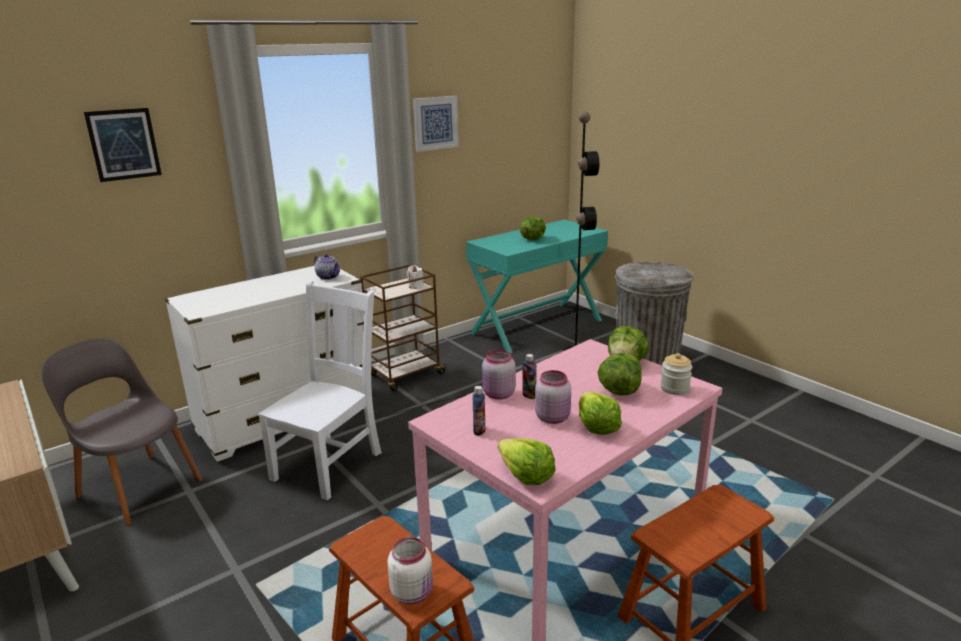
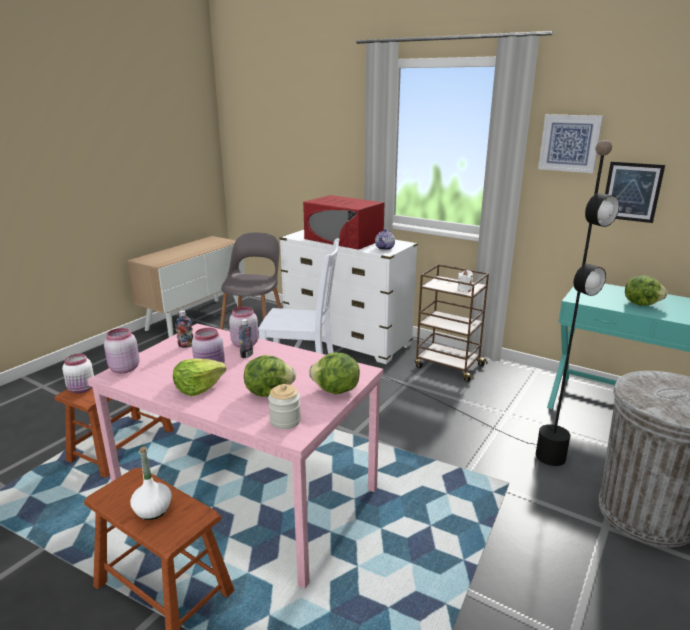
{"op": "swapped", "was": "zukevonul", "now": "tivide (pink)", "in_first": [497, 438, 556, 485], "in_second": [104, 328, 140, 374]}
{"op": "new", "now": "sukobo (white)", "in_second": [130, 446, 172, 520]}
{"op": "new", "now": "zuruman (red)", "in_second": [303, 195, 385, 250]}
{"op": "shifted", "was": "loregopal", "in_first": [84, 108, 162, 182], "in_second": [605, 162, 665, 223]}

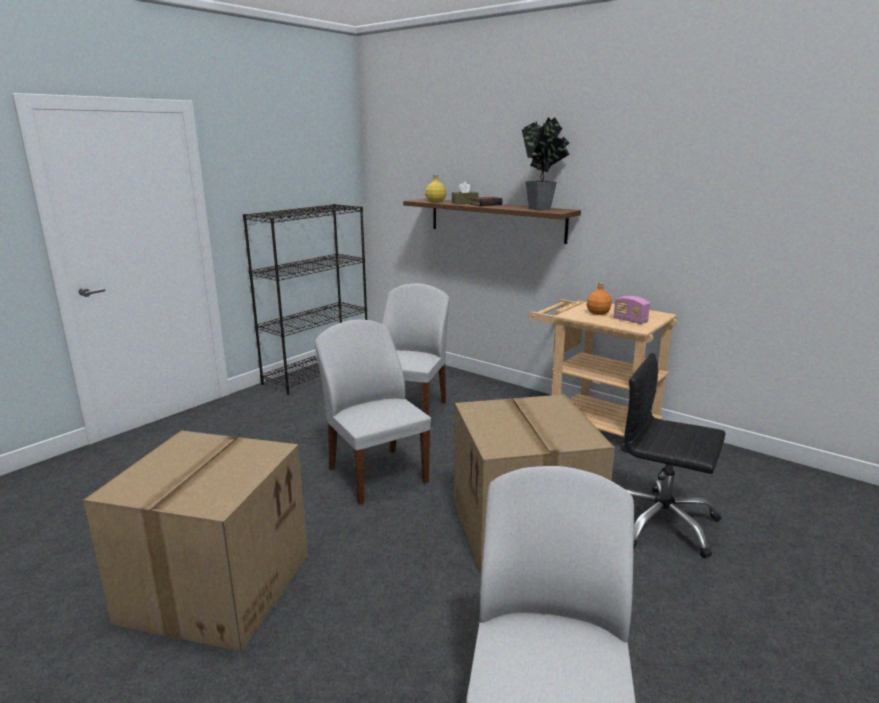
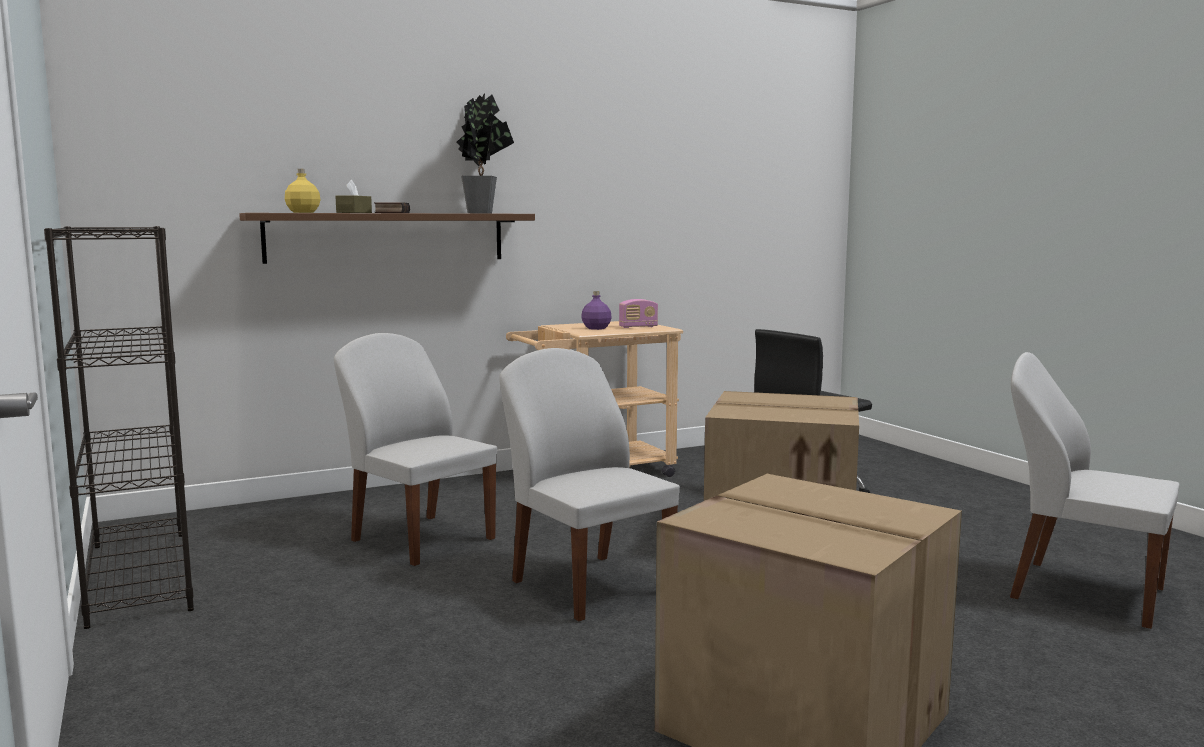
{"op": "rotated", "was": "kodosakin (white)", "in_first": [315, 320, 431, 504], "in_second": [499, 348, 680, 621], "clockwise": 60}
{"op": "repainted", "was": "sukobo (orange)", "now": "sukobo (purple)", "in_first": [587, 283, 612, 315], "in_second": [581, 291, 612, 330]}

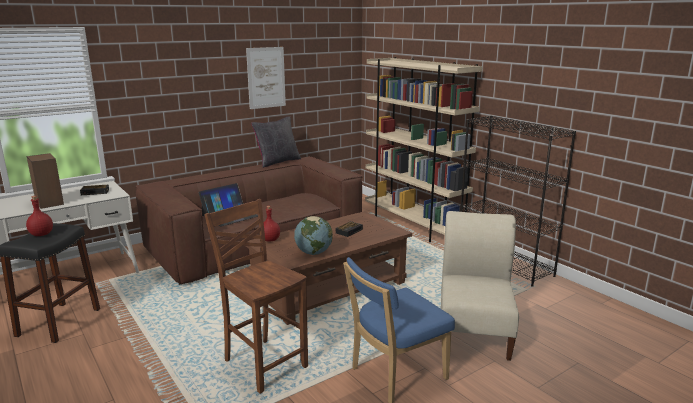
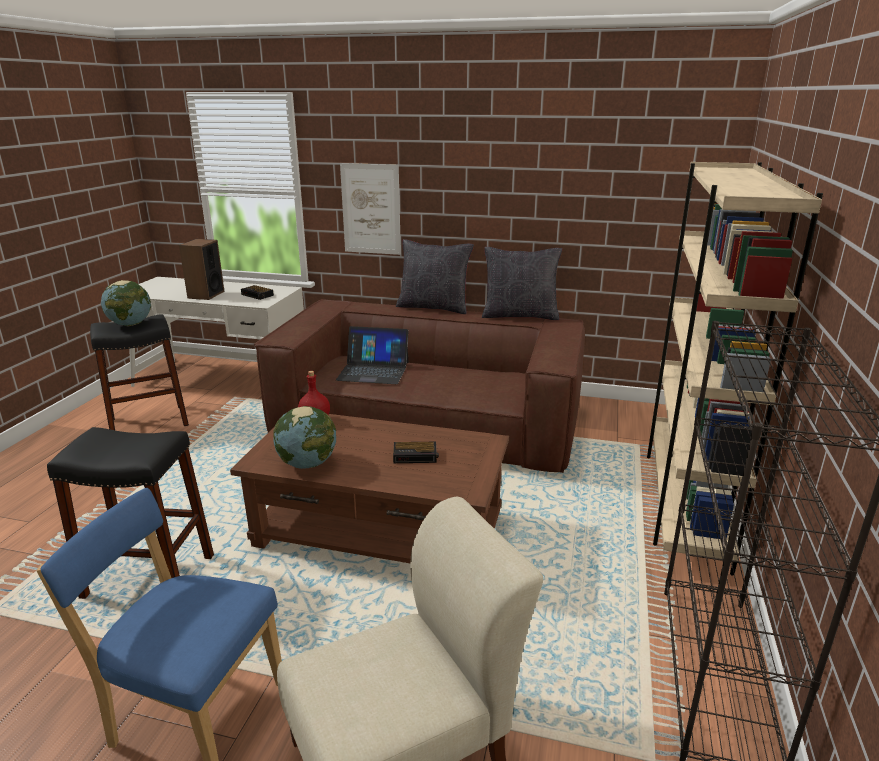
{"op": "swapped", "was": "kodosakin (brown)", "now": "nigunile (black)", "in_first": [205, 199, 308, 394], "in_second": [47, 427, 214, 599]}
{"op": "swapped", "was": "sukobo (red)", "now": "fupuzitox", "in_first": [26, 196, 53, 236], "in_second": [101, 280, 152, 326]}
{"op": "shifted", "was": "loregopal", "in_first": [246, 47, 286, 109], "in_second": [340, 163, 401, 255]}
{"op": "new", "now": "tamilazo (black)", "in_second": [396, 239, 474, 314]}

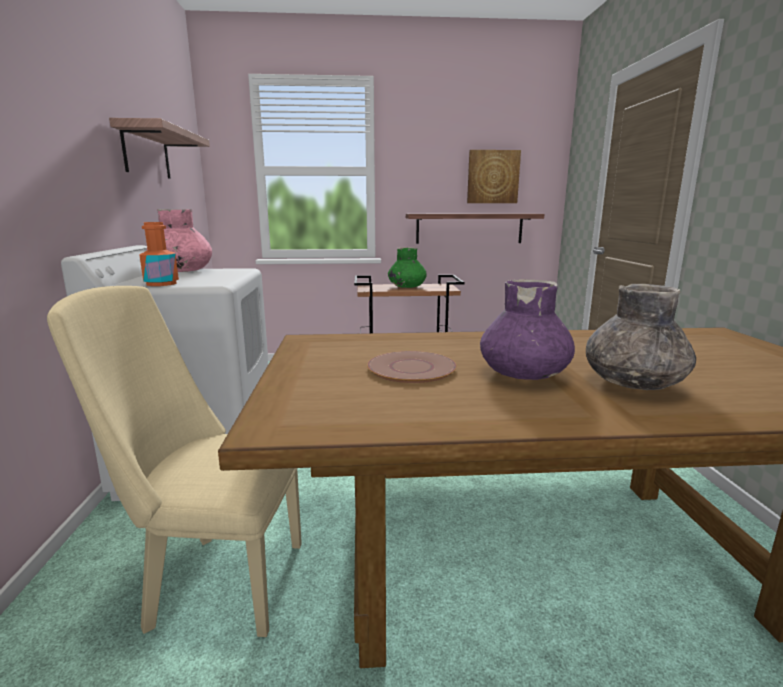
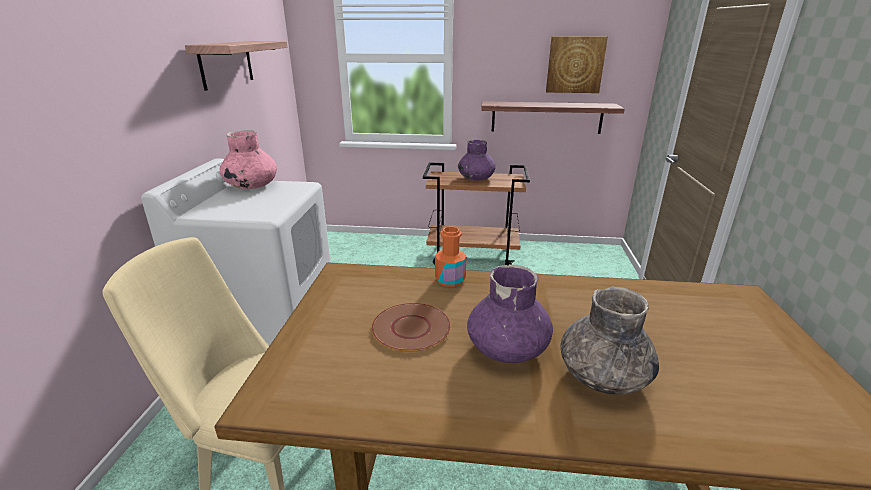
{"op": "shifted", "was": "sukobo (orange)", "in_first": [139, 222, 179, 286], "in_second": [435, 227, 467, 287]}
{"op": "repainted", "was": "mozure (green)", "now": "mozure (purple)", "in_first": [388, 247, 427, 288], "in_second": [458, 139, 496, 180]}

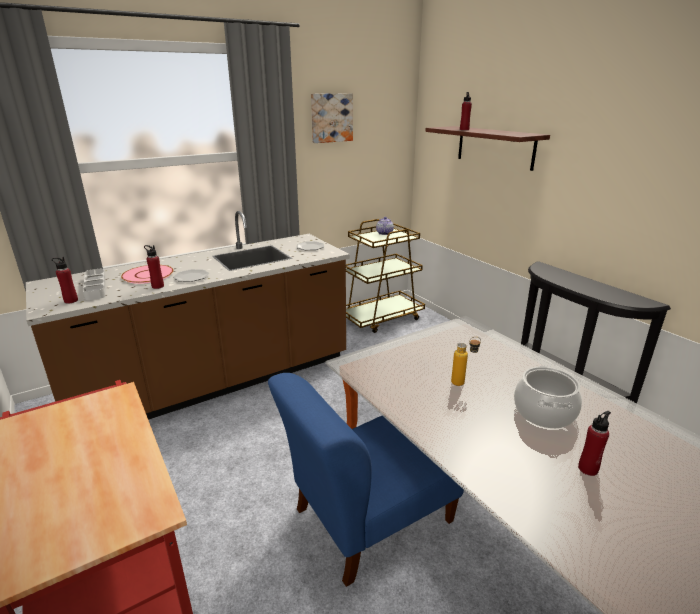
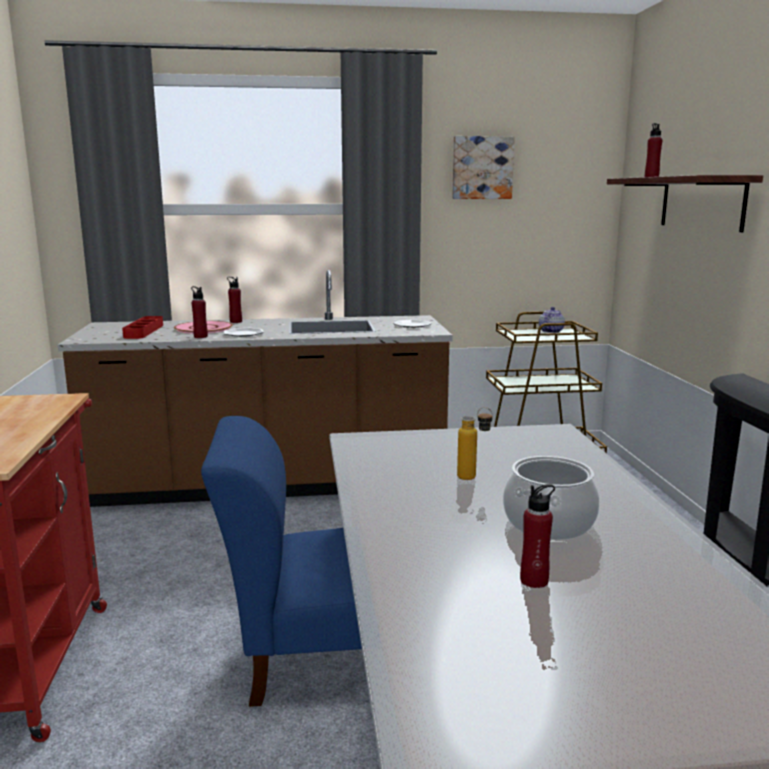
{"op": "repainted", "was": "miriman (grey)", "now": "miriman (red)", "in_first": [83, 269, 106, 300], "in_second": [122, 316, 163, 339]}
{"op": "shifted", "was": "sukobo (red)", "in_first": [52, 257, 78, 303], "in_second": [227, 277, 242, 323]}

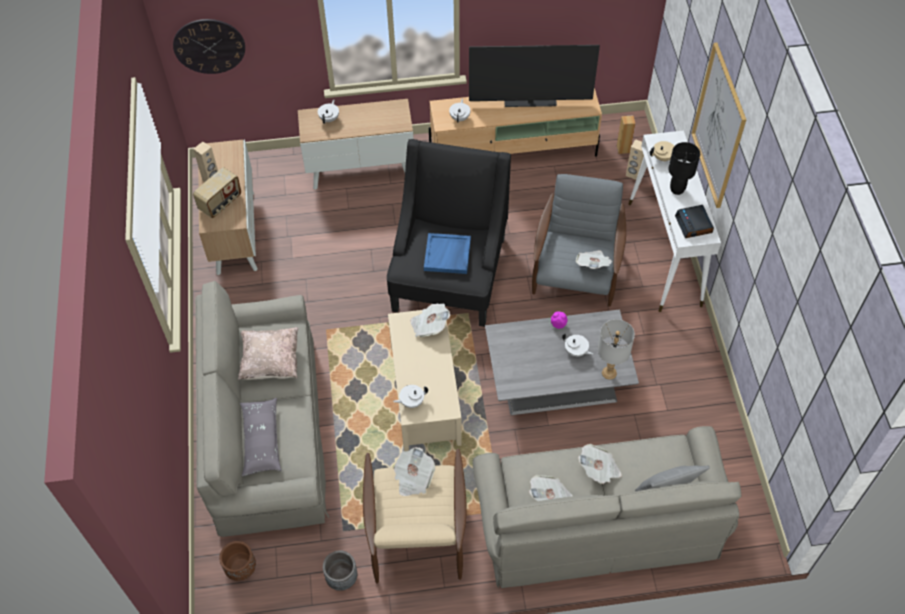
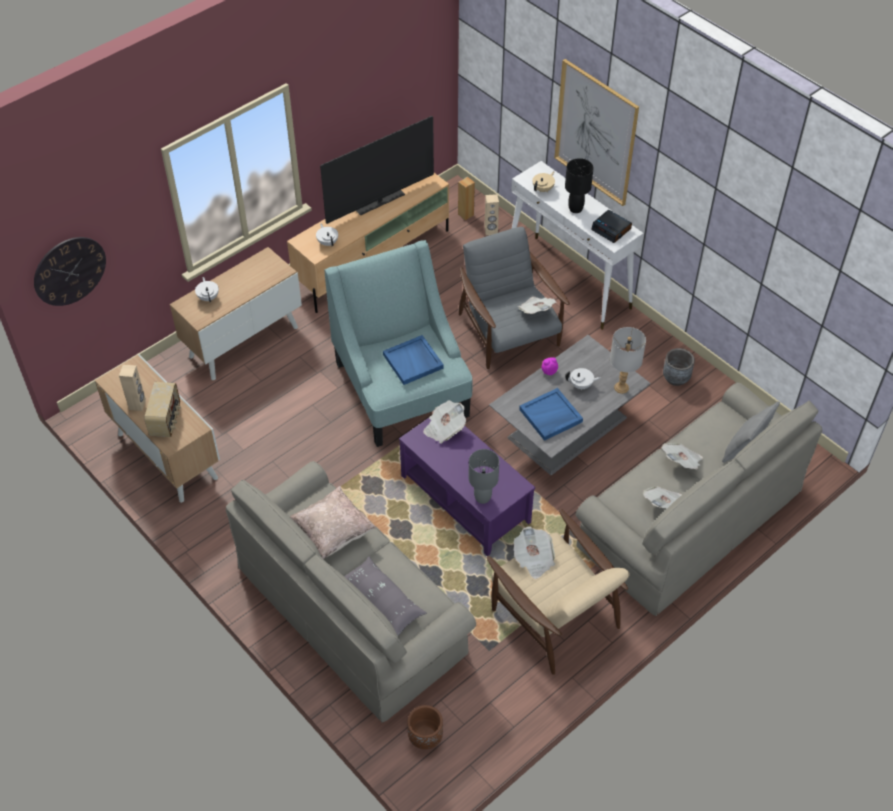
{"op": "repainted", "was": "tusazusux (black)", "now": "tusazusux (turquoise)", "in_first": [387, 139, 511, 327], "in_second": [324, 240, 473, 447]}
{"op": "repainted", "was": "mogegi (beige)", "now": "mogegi (purple)", "in_first": [388, 310, 462, 451], "in_second": [399, 418, 535, 556]}
{"op": "swapped", "was": "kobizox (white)", "now": "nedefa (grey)", "in_first": [393, 385, 428, 408], "in_second": [468, 449, 499, 504]}
{"op": "new", "now": "miriman (blue)", "in_second": [519, 388, 583, 441]}
{"op": "shifted", "was": "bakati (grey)", "in_first": [323, 550, 357, 591], "in_second": [663, 348, 695, 386]}

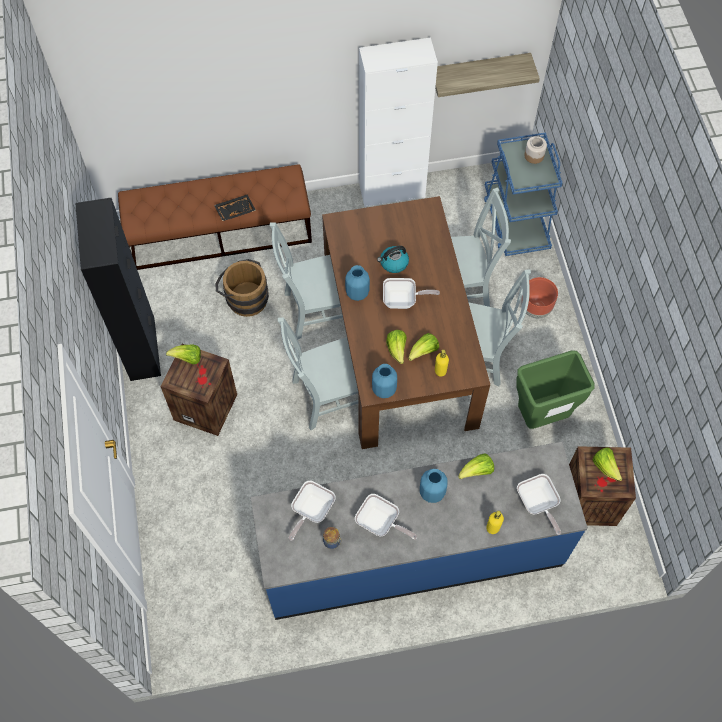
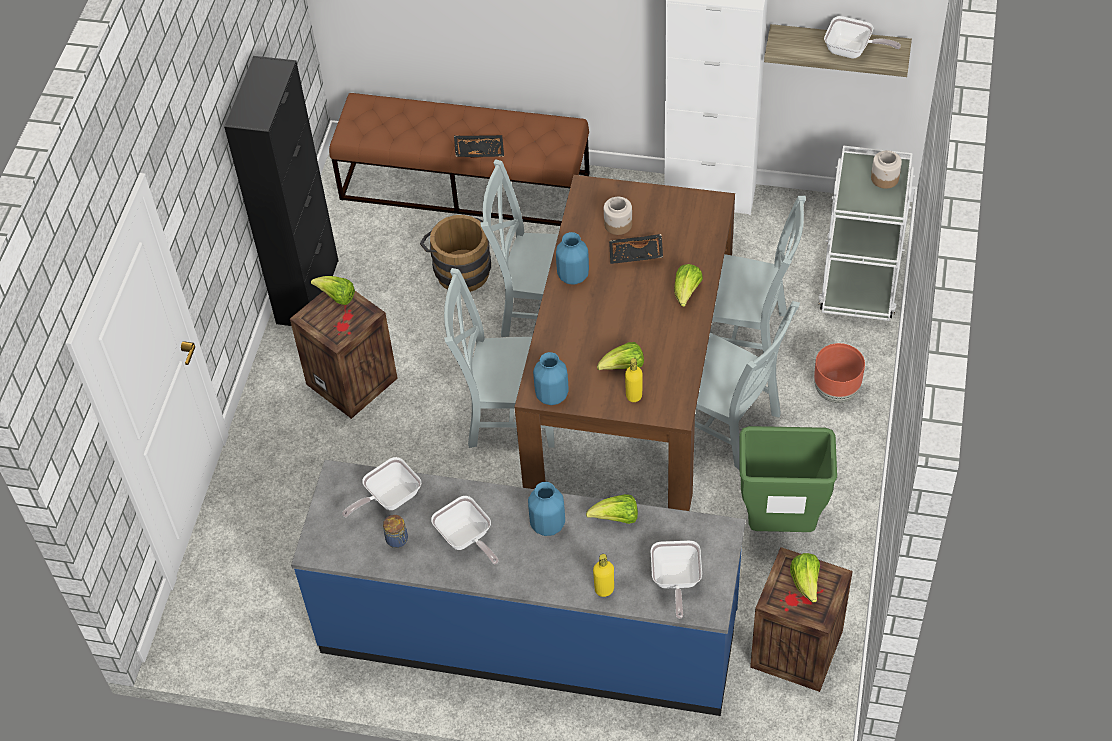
{"op": "new", "now": "tivide", "in_second": [604, 197, 632, 235]}
{"op": "swapped", "was": "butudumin", "now": "miriman (black)", "in_first": [377, 246, 409, 273], "in_second": [609, 234, 663, 264]}
{"op": "shifted", "was": "zukevonul", "in_first": [386, 330, 407, 364], "in_second": [674, 264, 703, 307]}
{"op": "repainted", "was": "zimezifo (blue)", "now": "zimezifo (white)", "in_first": [484, 132, 563, 256], "in_second": [818, 146, 915, 321]}
{"op": "shifted", "was": "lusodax", "in_first": [383, 278, 440, 309], "in_second": [824, 16, 901, 59]}

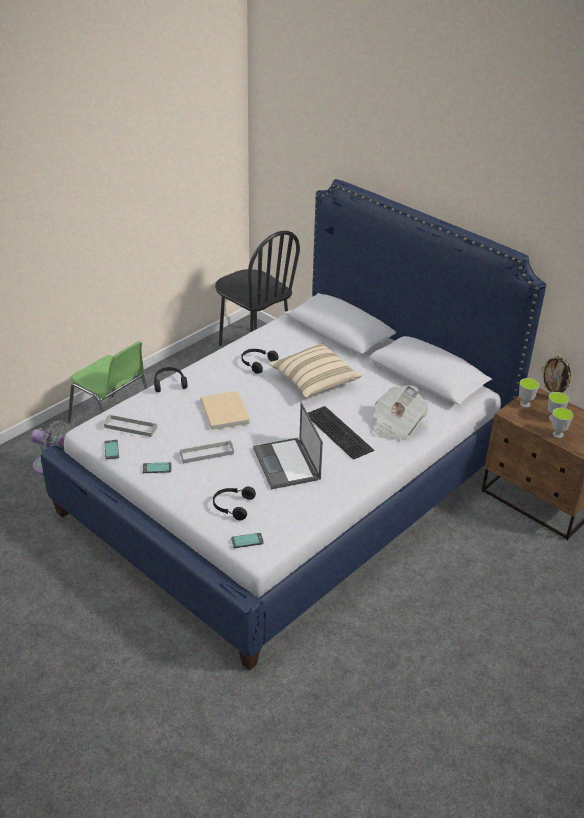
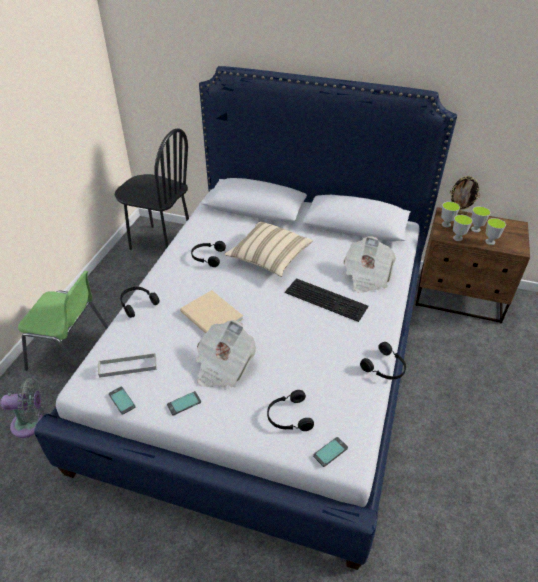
{"op": "swapped", "was": "miriman (grey)", "now": "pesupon", "in_first": [180, 440, 234, 464], "in_second": [196, 320, 256, 388]}
{"op": "new", "now": "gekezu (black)", "in_second": [360, 342, 406, 380]}
{"op": "new", "now": "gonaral", "in_second": [453, 215, 473, 241]}
{"op": "gone", "was": "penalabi", "in_first": [253, 402, 323, 489]}

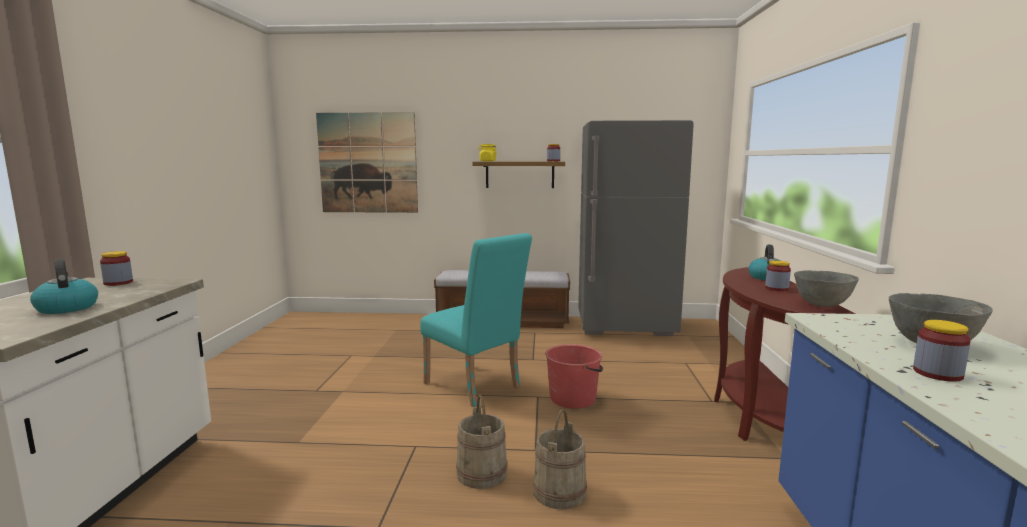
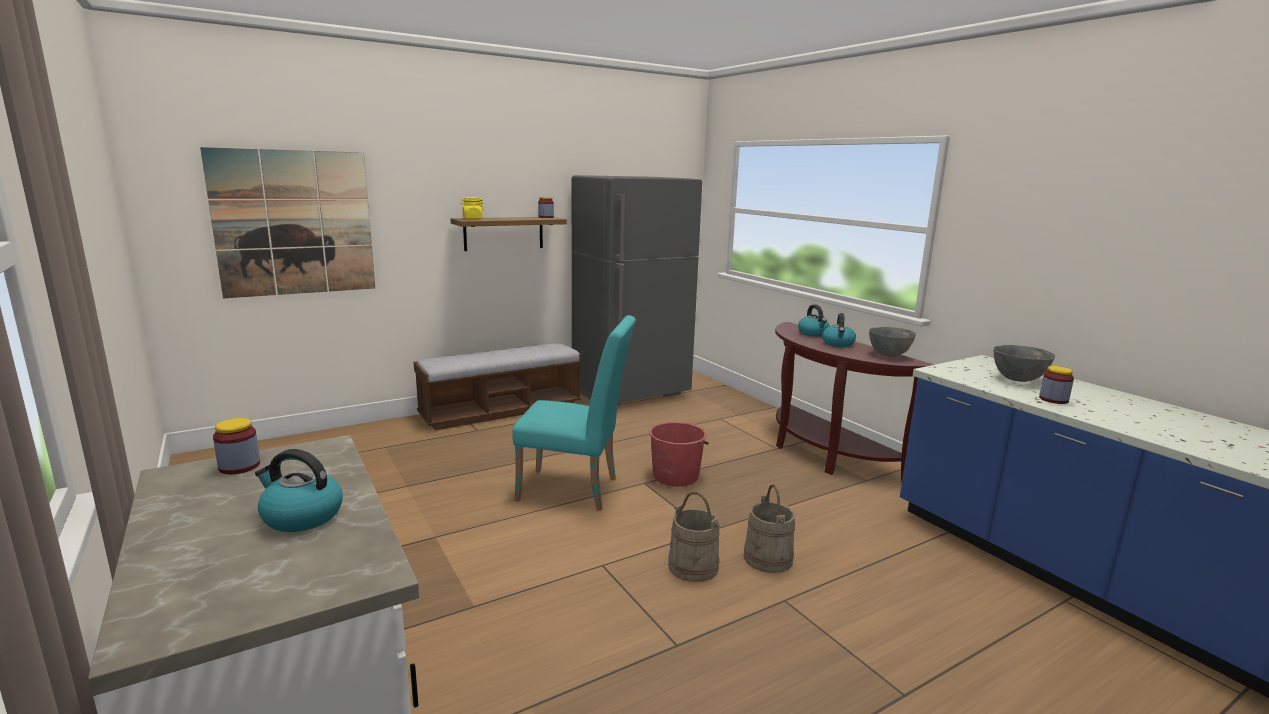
{"op": "swapped", "was": "tivide", "now": "butudumin", "in_first": [765, 260, 791, 291], "in_second": [822, 313, 856, 347]}

